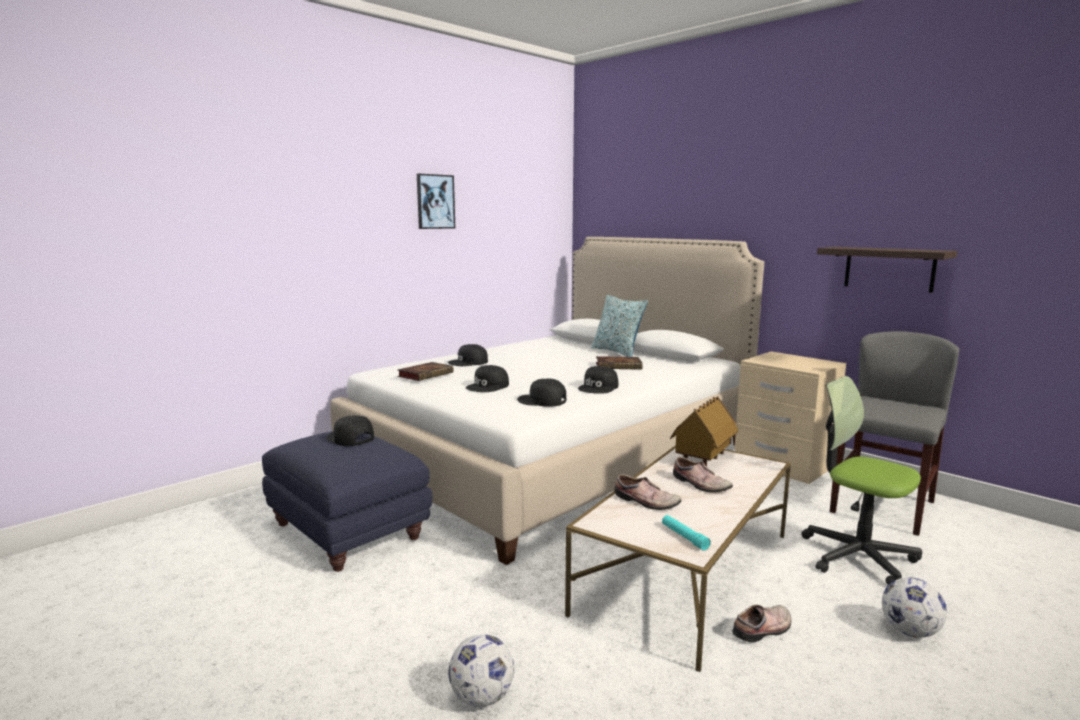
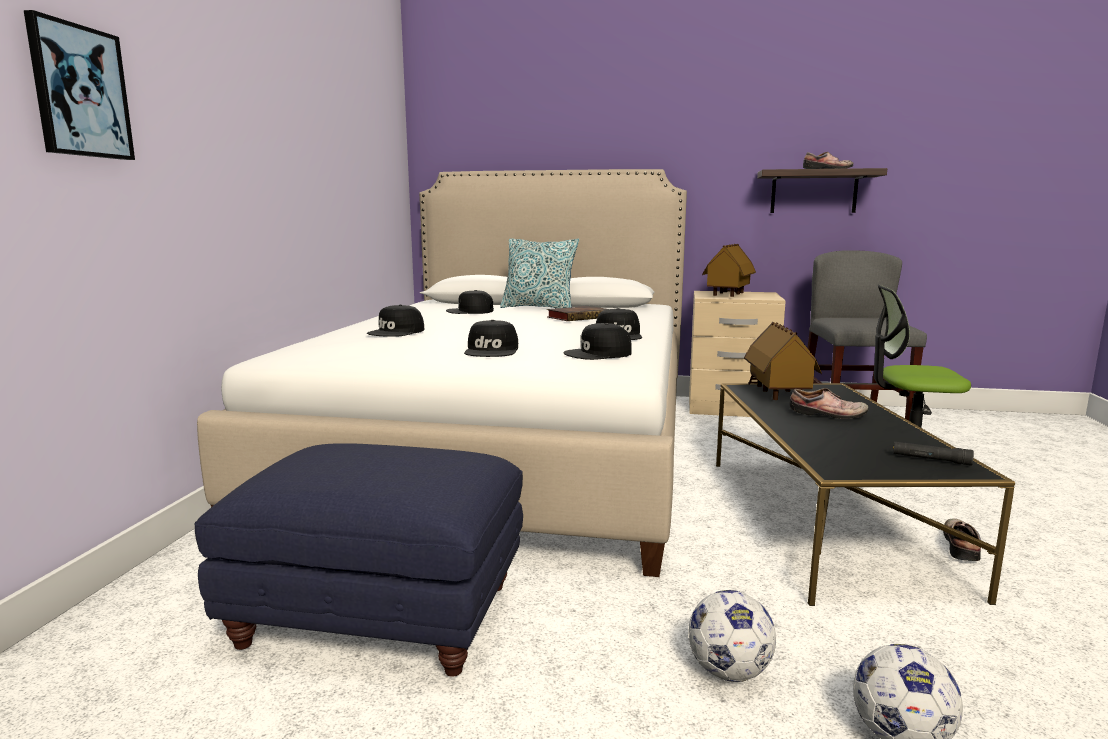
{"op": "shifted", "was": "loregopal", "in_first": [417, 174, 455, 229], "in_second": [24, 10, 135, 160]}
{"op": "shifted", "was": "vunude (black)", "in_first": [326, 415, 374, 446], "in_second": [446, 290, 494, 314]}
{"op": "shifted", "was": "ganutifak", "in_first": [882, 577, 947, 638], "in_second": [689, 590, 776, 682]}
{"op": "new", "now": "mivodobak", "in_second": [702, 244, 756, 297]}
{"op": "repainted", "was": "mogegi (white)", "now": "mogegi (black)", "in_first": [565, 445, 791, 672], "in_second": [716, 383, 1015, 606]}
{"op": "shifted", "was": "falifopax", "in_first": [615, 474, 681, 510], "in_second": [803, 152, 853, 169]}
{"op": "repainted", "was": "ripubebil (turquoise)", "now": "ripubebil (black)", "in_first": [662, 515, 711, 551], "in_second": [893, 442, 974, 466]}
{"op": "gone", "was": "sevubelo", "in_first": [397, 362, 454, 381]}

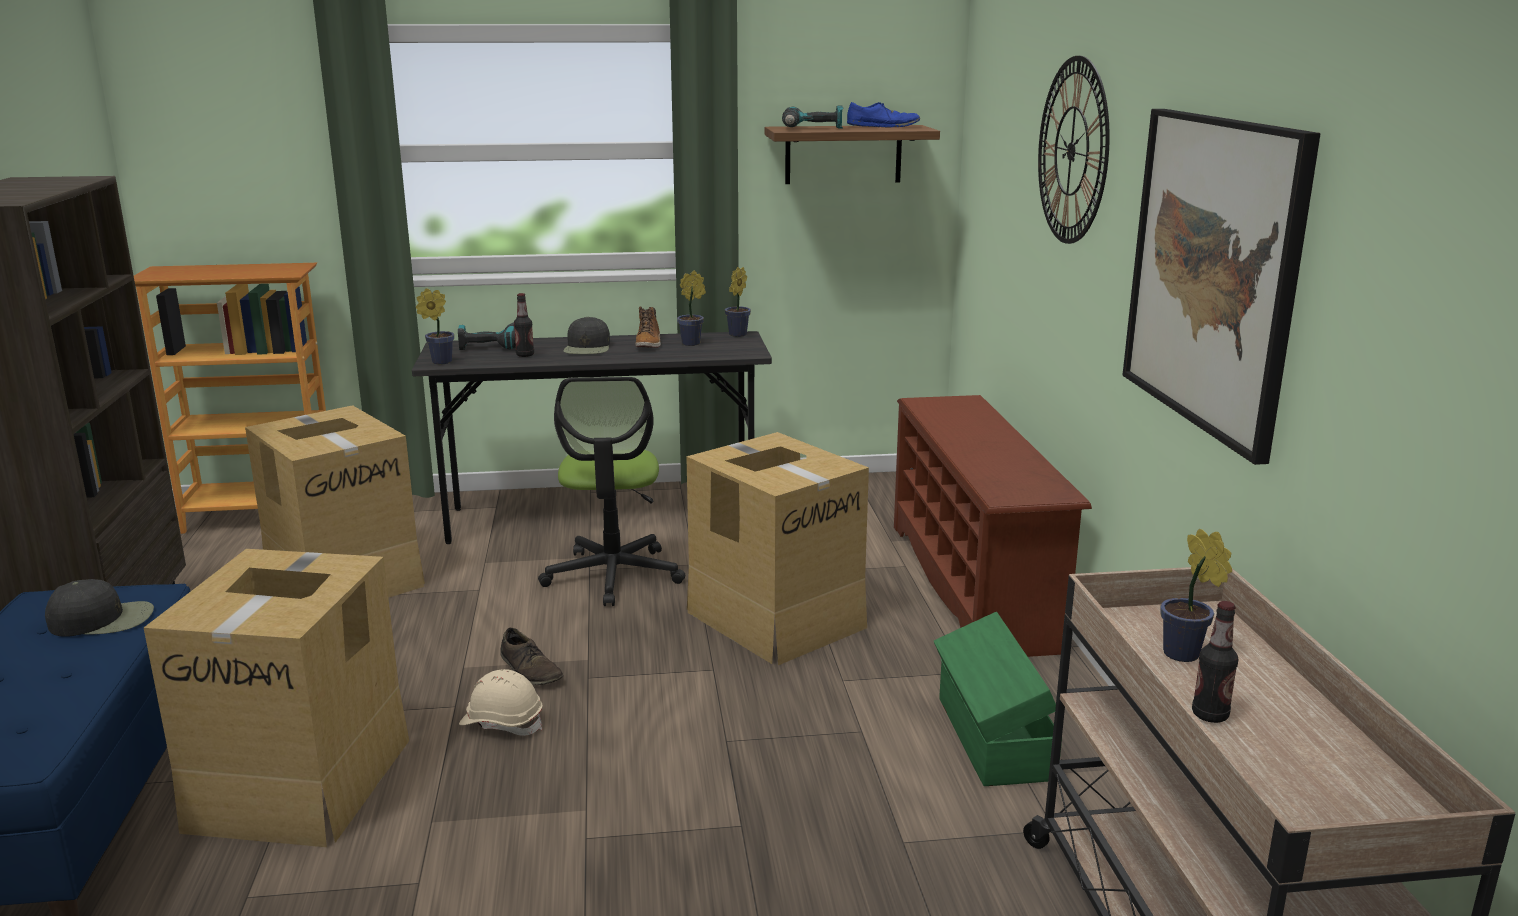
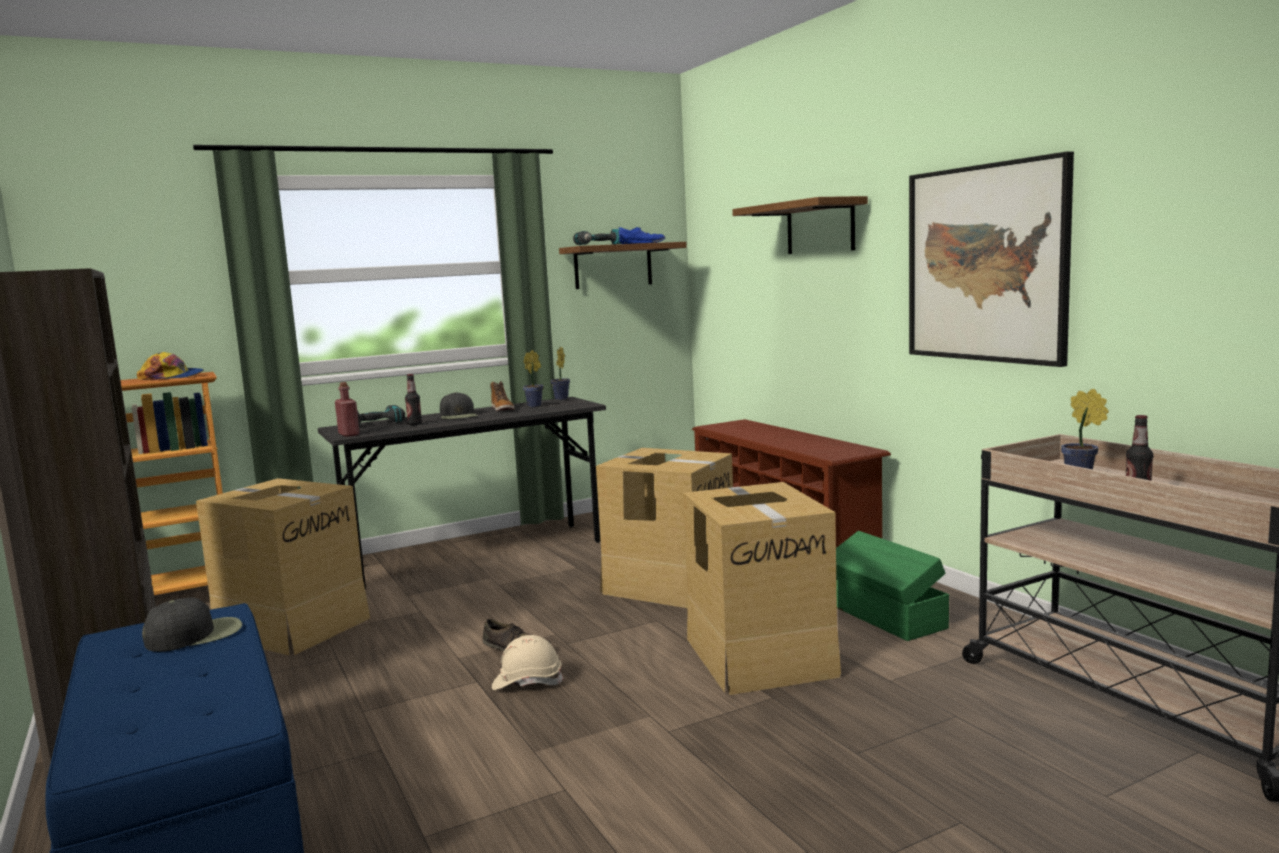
{"op": "new", "now": "vunude", "in_second": [137, 352, 204, 380]}
{"op": "swapped", "was": "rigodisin", "now": "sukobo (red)", "in_first": [416, 288, 454, 364], "in_second": [335, 382, 359, 437]}
{"op": "shifted", "was": "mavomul", "in_first": [144, 549, 409, 847], "in_second": [683, 482, 841, 695]}
{"op": "swapped", "was": "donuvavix", "now": "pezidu", "in_first": [1038, 56, 1110, 244], "in_second": [732, 196, 868, 254]}
{"op": "gone", "was": "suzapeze", "in_first": [538, 377, 686, 606]}

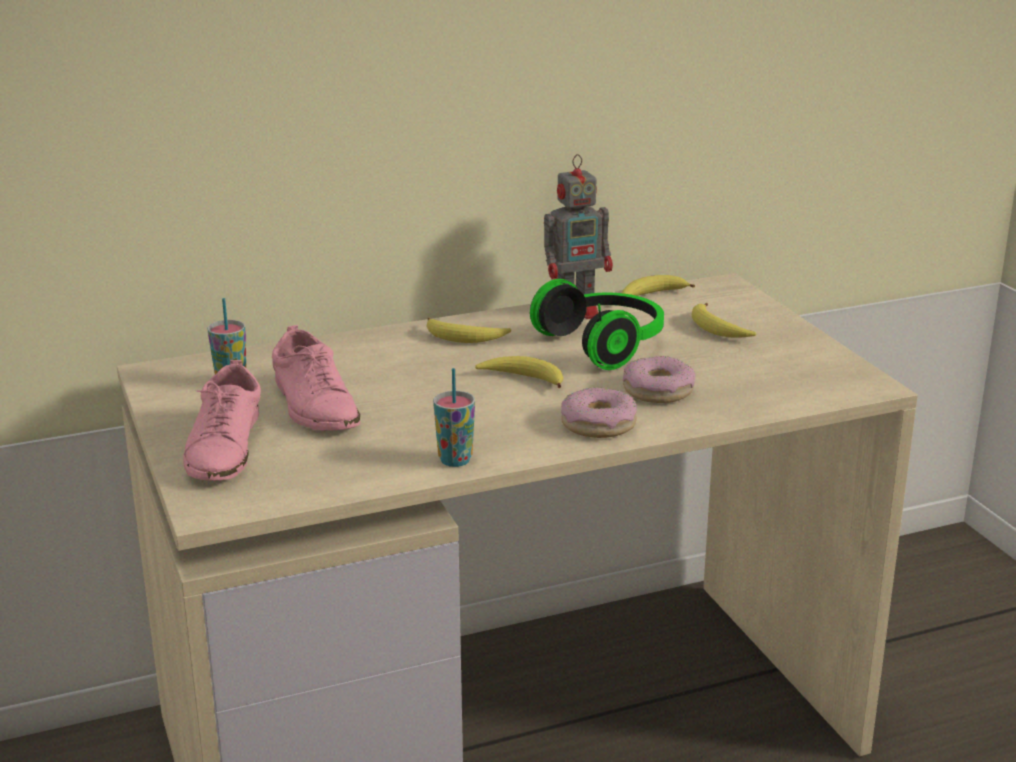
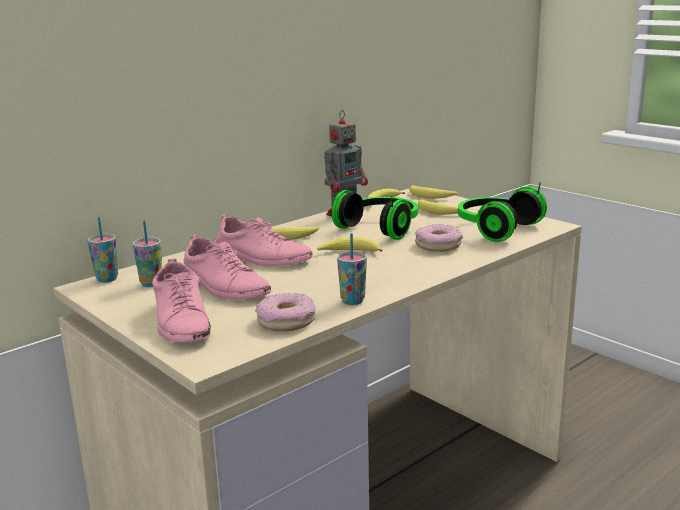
{"op": "new", "now": "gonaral", "in_second": [88, 217, 118, 283]}
{"op": "new", "now": "falifopax (pink)", "in_second": [214, 214, 313, 267]}
{"op": "shifted", "was": "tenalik", "in_first": [561, 388, 637, 438], "in_second": [255, 293, 316, 331]}
{"op": "new", "now": "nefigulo", "in_second": [409, 186, 457, 199]}
{"op": "new", "now": "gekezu", "in_second": [458, 182, 547, 242]}

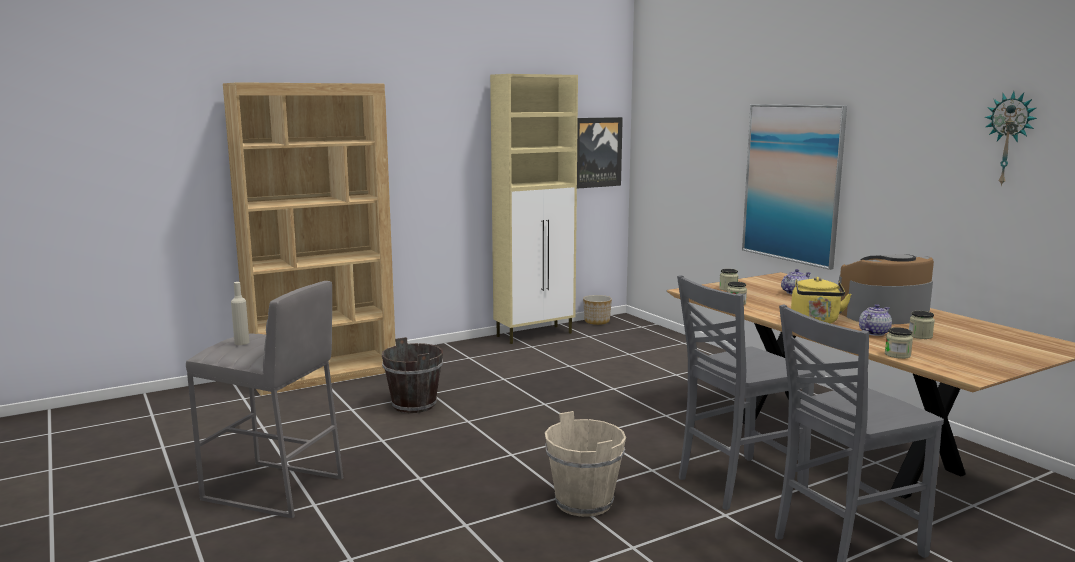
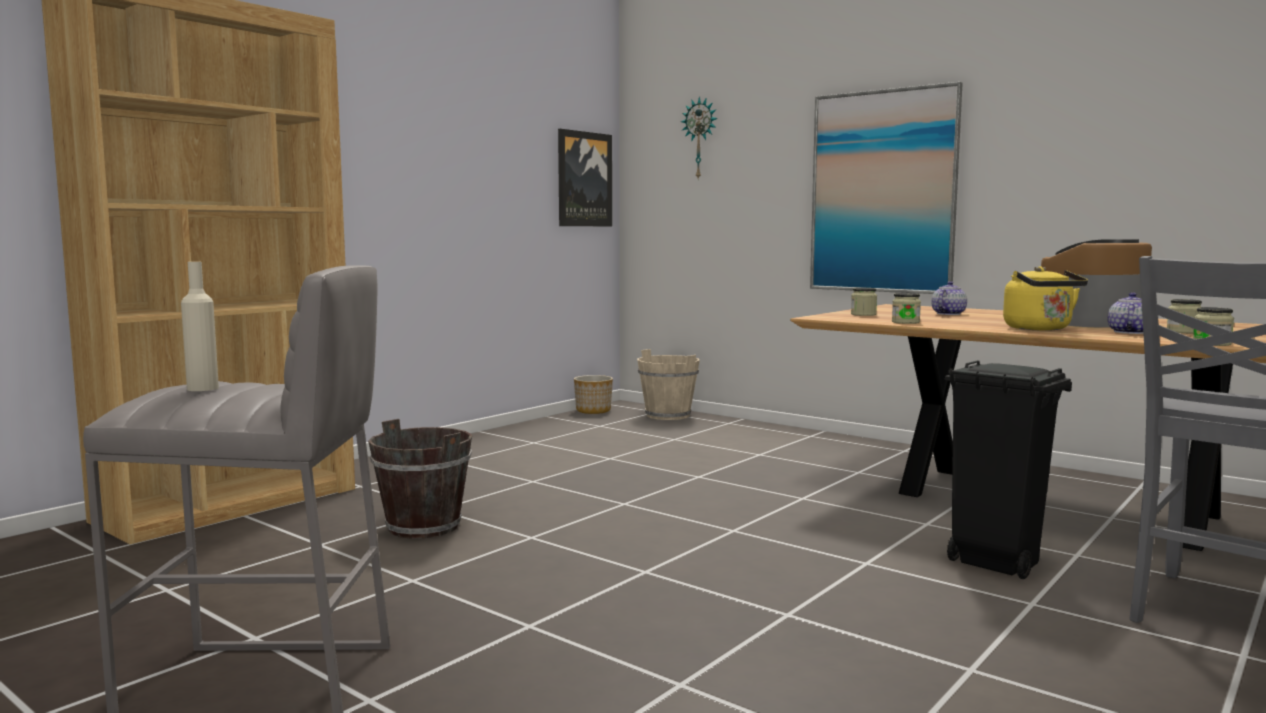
{"op": "shifted", "was": "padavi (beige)", "in_first": [545, 411, 626, 517], "in_second": [637, 349, 700, 420]}
{"op": "shifted", "was": "donuvavix", "in_first": [985, 91, 1037, 187], "in_second": [681, 97, 718, 180]}
{"op": "swapped", "was": "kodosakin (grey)", "now": "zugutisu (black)", "in_first": [677, 275, 815, 510], "in_second": [945, 360, 1072, 579]}
{"op": "gone", "was": "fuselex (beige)", "in_first": [490, 74, 578, 344]}

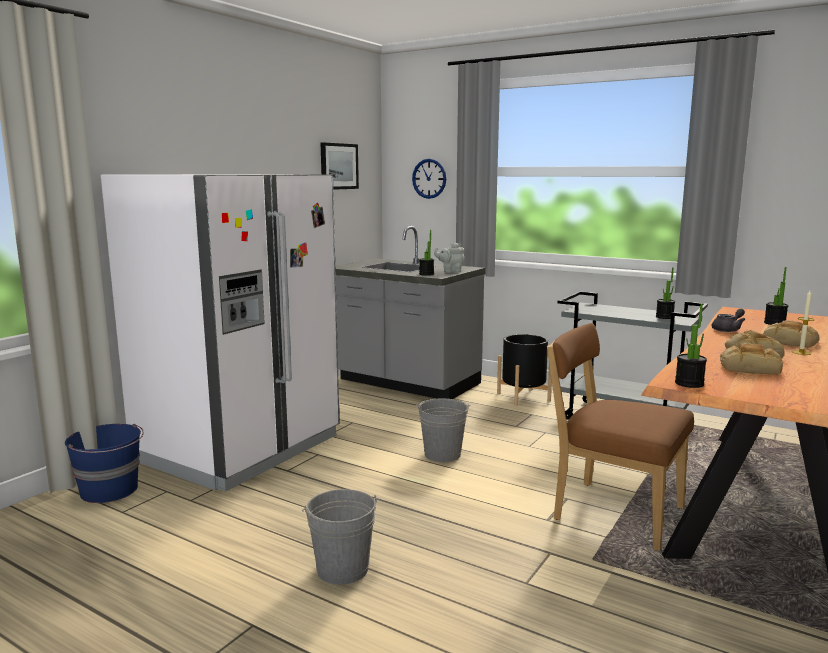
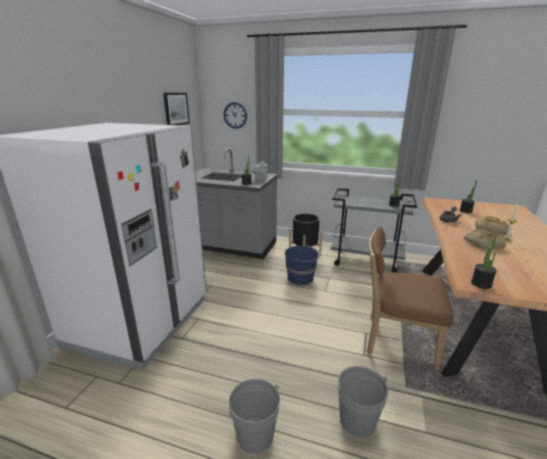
{"op": "shifted", "was": "padavi (blue)", "in_first": [65, 424, 144, 503], "in_second": [285, 245, 320, 285]}
{"op": "shifted", "was": "padavi (grey)", "in_first": [416, 398, 471, 462], "in_second": [336, 366, 388, 438]}
{"op": "gone", "was": "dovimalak", "in_first": [720, 343, 783, 375]}

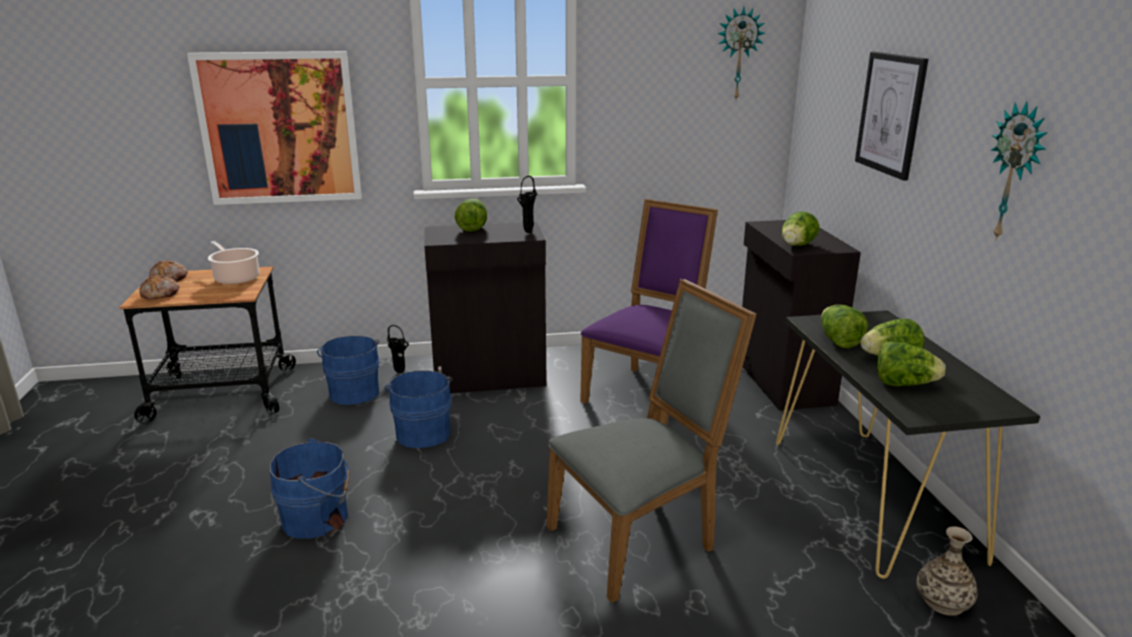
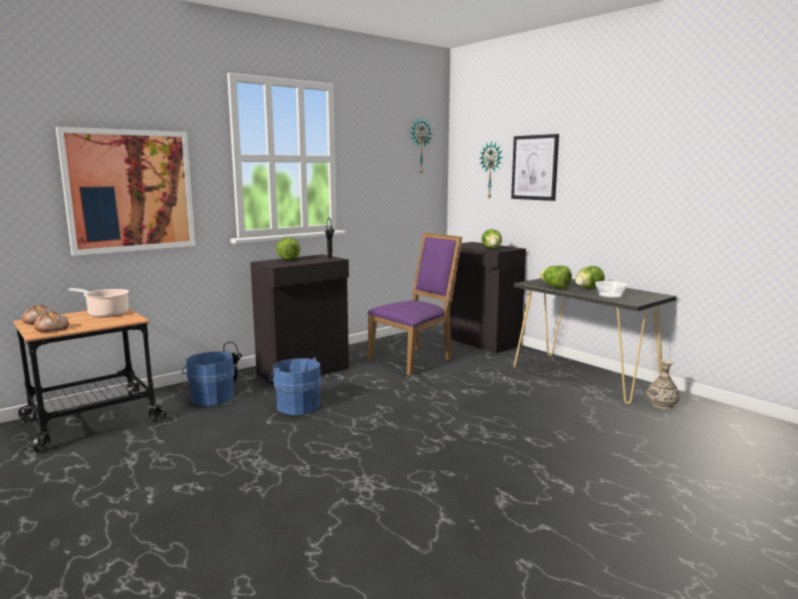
{"op": "rotated", "was": "kodosakin (purple)", "in_first": [580, 199, 718, 425], "in_second": [367, 232, 462, 376], "clockwise": 45}
{"op": "shifted", "was": "donuvavix", "in_first": [991, 101, 1048, 241], "in_second": [480, 141, 503, 199]}
{"op": "swapped", "was": "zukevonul", "now": "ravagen", "in_first": [877, 341, 946, 386], "in_second": [595, 281, 628, 298]}
{"op": "gone", "was": "padavi (blue)", "in_first": [270, 438, 350, 539]}
{"op": "gone", "was": "kodosakin (grey)", "in_first": [546, 279, 757, 603]}

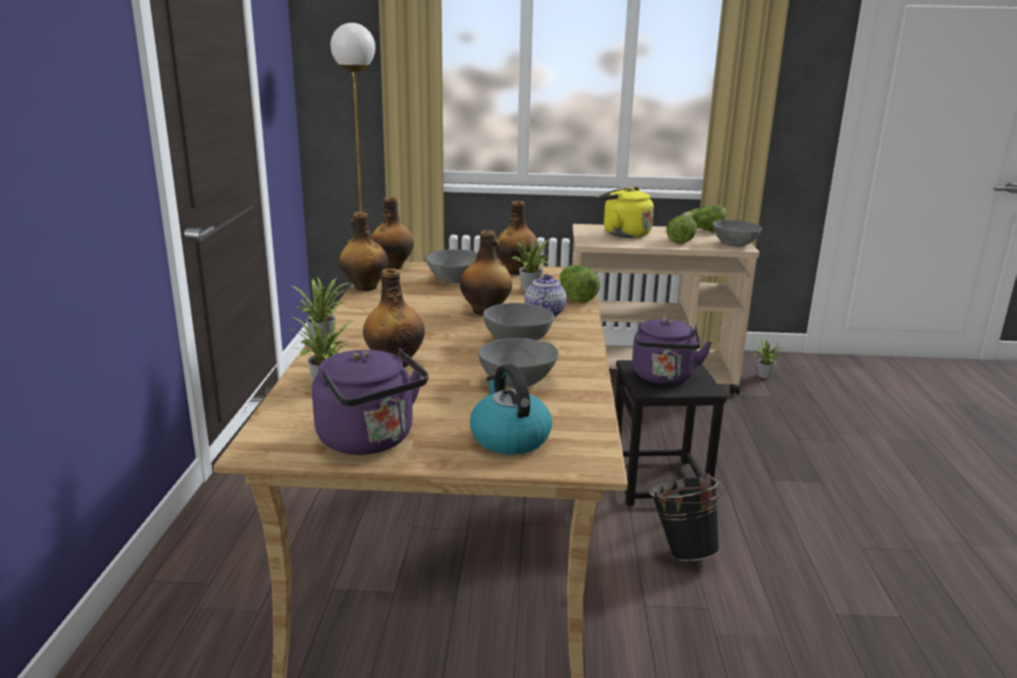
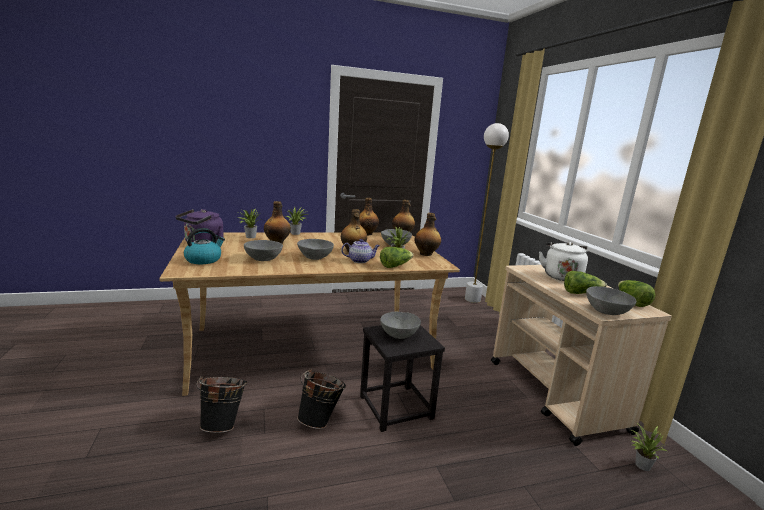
{"op": "new", "now": "padavi (black)", "in_second": [196, 376, 247, 433]}
{"op": "swapped", "was": "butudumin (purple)", "now": "ravagen (grey)", "in_first": [632, 318, 712, 384], "in_second": [380, 312, 421, 339]}
{"op": "repainted", "was": "butudumin (yellow)", "now": "butudumin (white)", "in_first": [597, 187, 654, 238], "in_second": [539, 242, 588, 281]}

